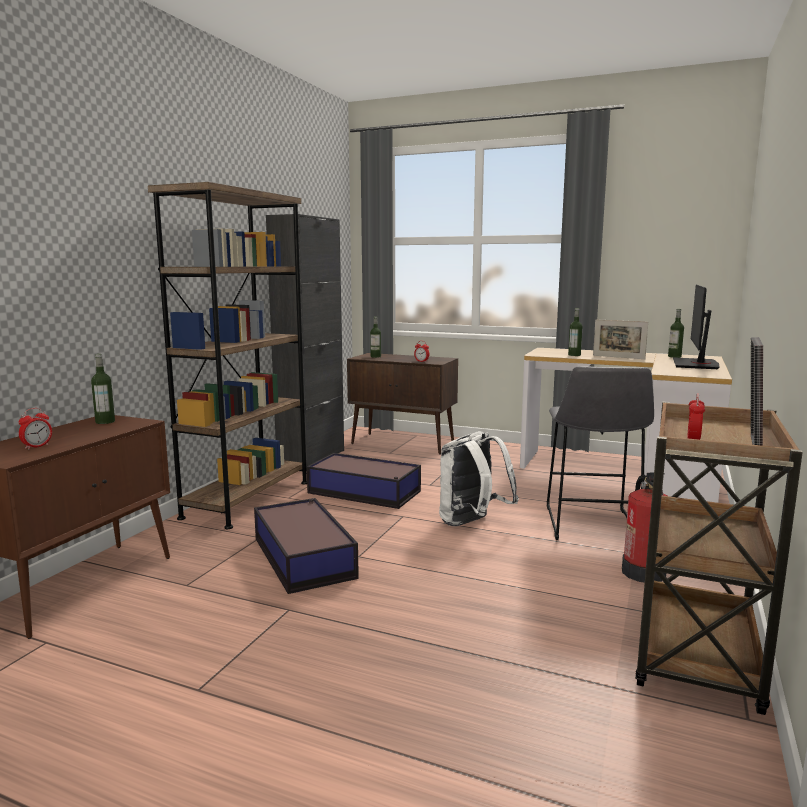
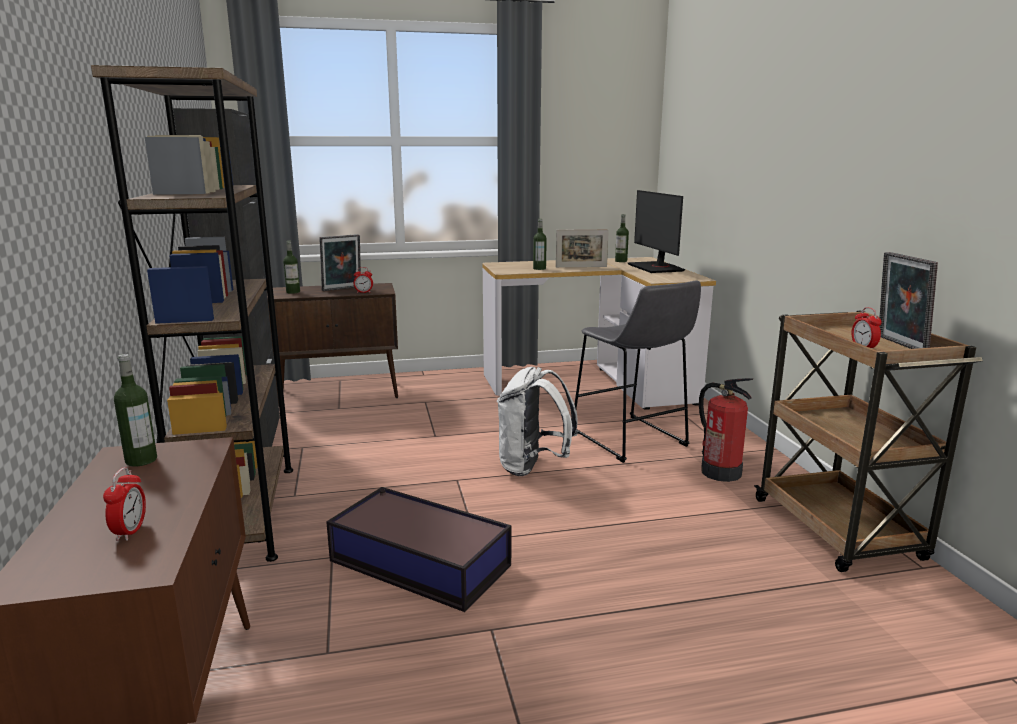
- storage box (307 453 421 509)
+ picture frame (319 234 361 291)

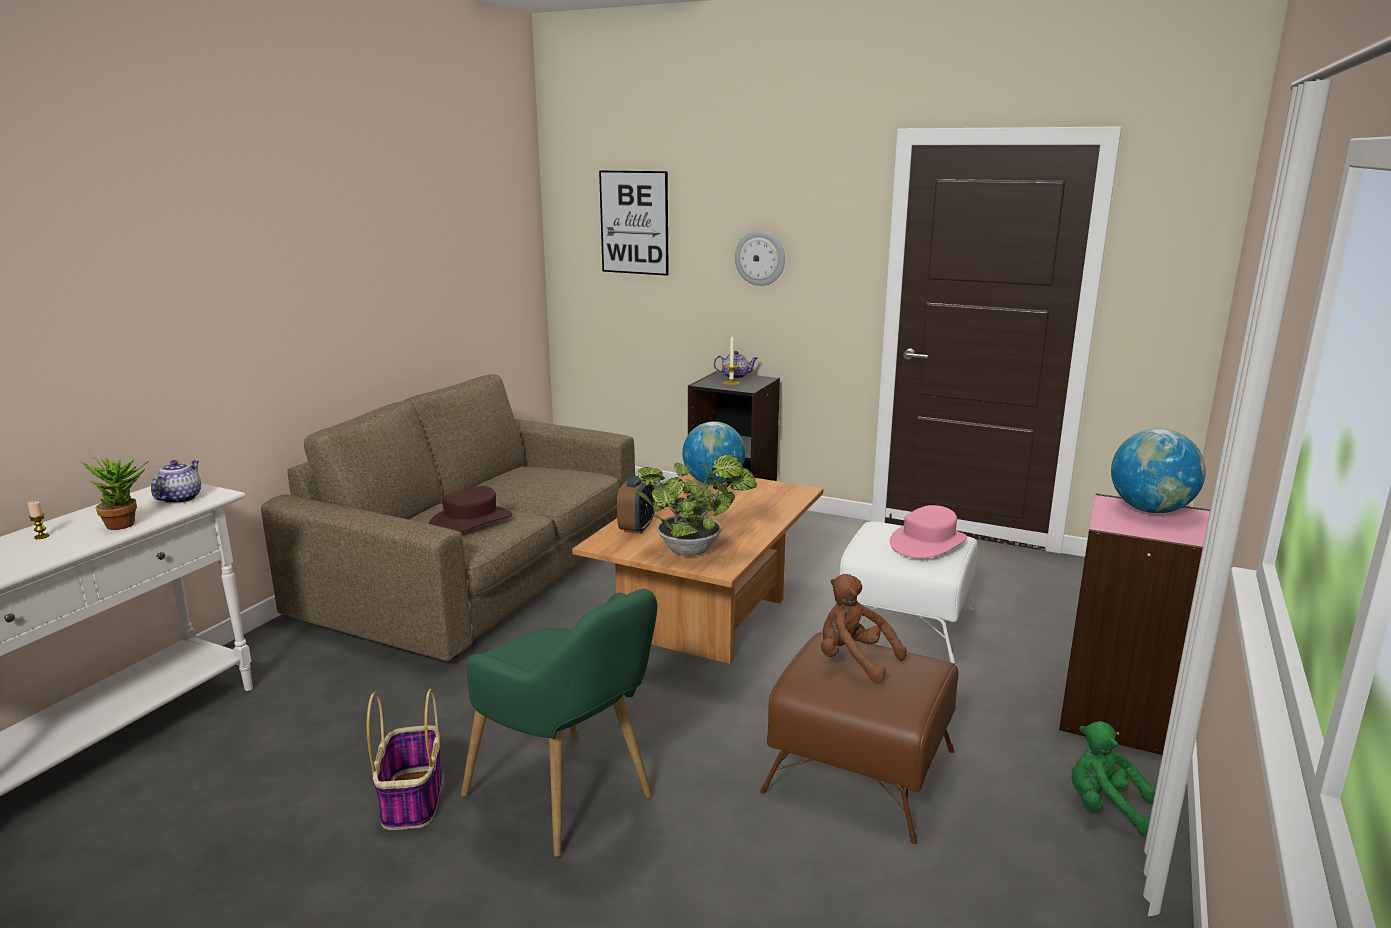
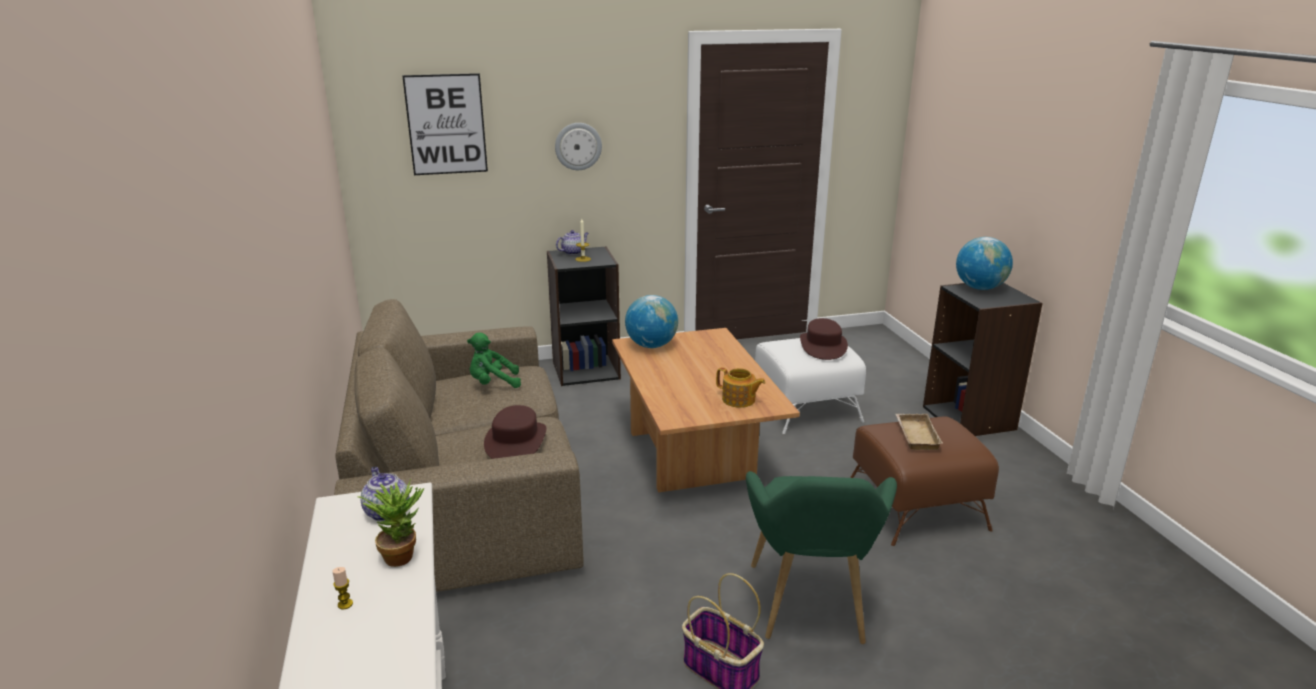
- alarm clock (617 476 655 534)
~ green plush toy (1071 721 1156 835) to (467 332 521 388)
~ potted plant (633 454 757 556) to teapot (716 367 765 408)
~ brown plush toy (821 574 907 682) to beige tray (896 414 943 450)
~ pink hat (890 505 967 558) to brown hat (800 318 848 360)
~ pink bookcase (1059 494 1210 755) to black bookcase (923 283 1043 436)
~ green armchair (461 589 658 857) = (746 471 897 644) 90 degrees clockwise

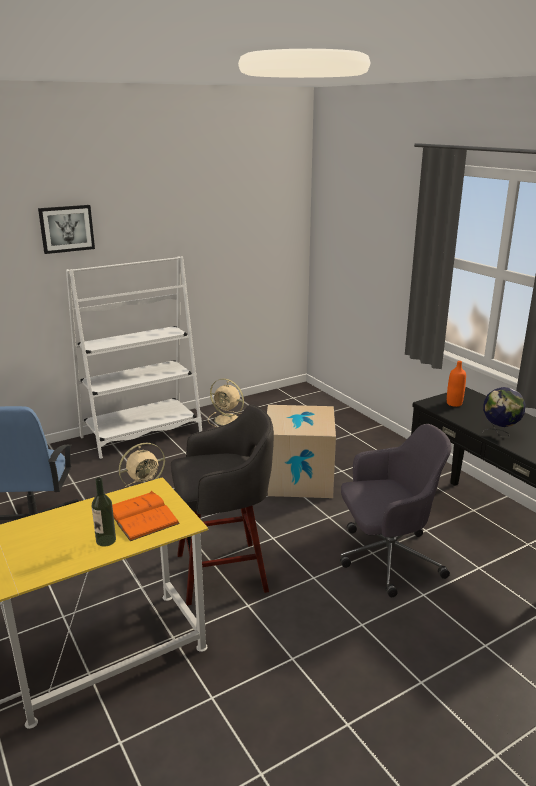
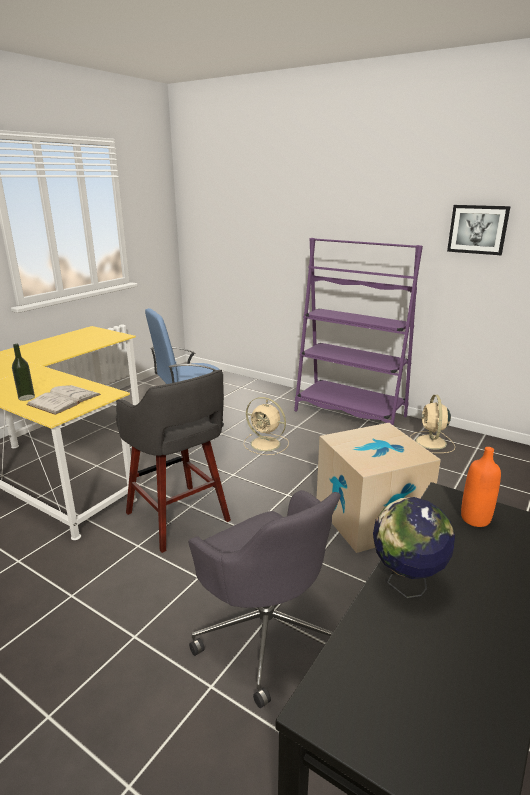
~ picture (38 205 95 254) to (447 205 511 255)
~ white bookcase (66 256 202 459) to purple bookcase (294 238 423 426)
~ orange book (112 491 180 541) to white book (26 385 101 415)

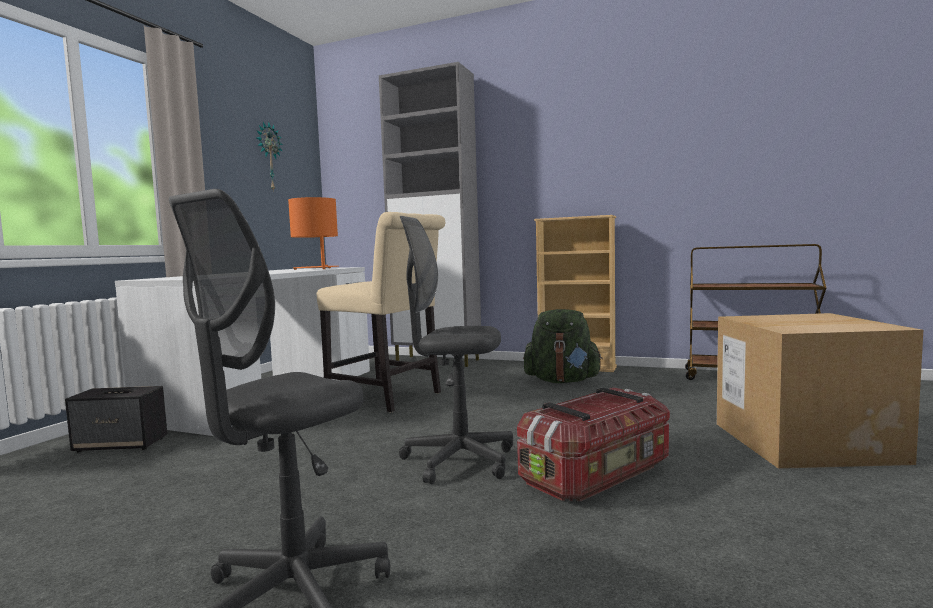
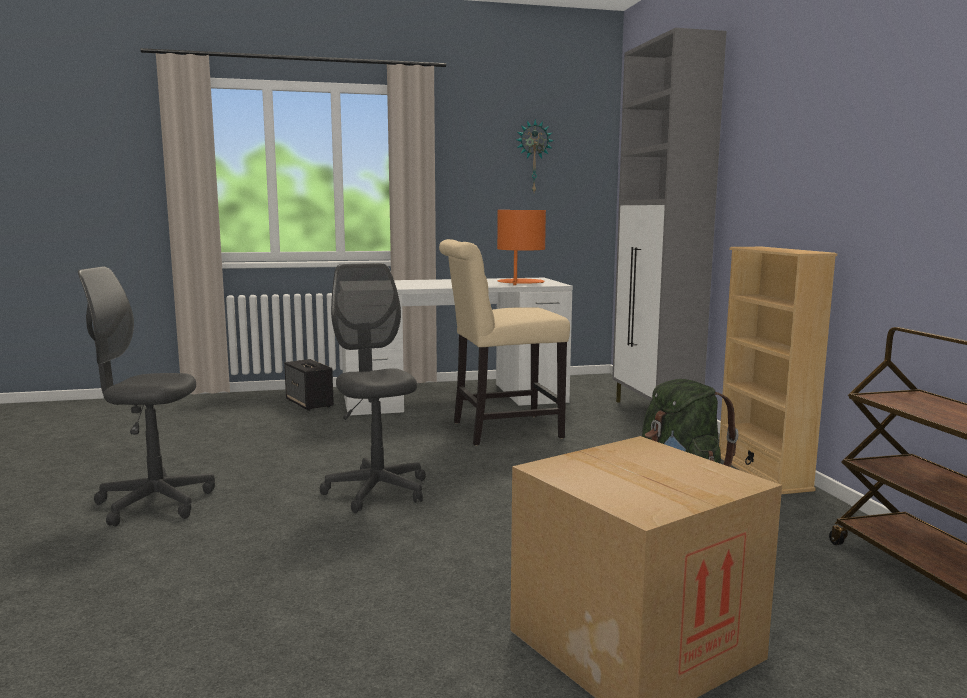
- storage box (517 388 670 502)
~ beige chair (317 212 445 413) = (439 239 570 446) 75 degrees clockwise

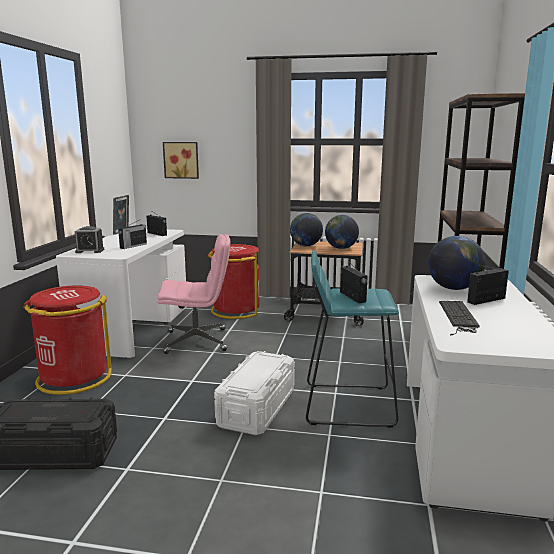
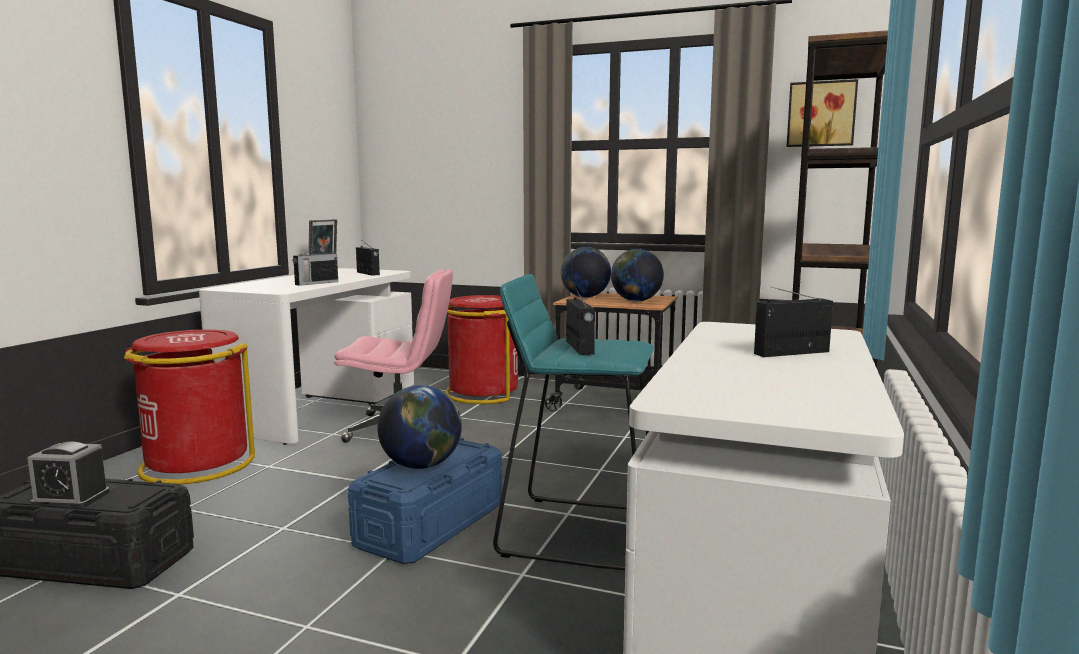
- keyboard (439 301 480 336)
~ alarm clock (75 226 104 253) to (27 442 110 508)
~ picture (163 142 199 179) to (787 79 858 147)
~ globe (428 236 486 290) to (377 385 462 469)
~ white storage box (214 351 295 435) to blue storage box (348 438 503 564)

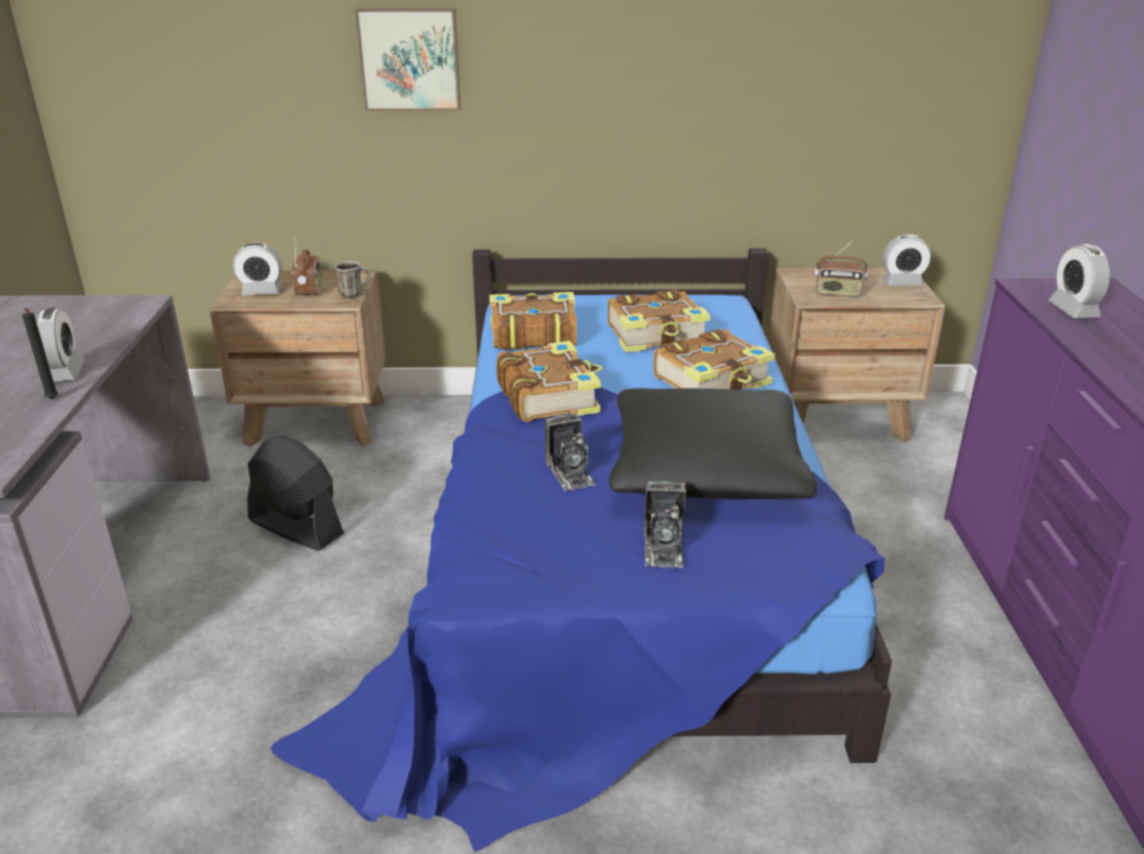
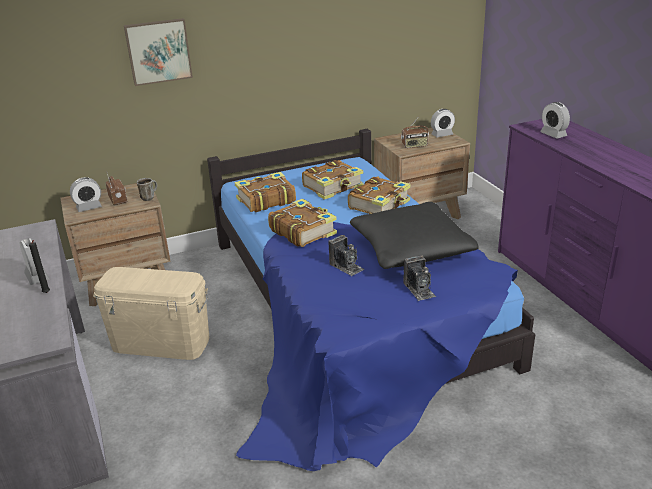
~ black fan (247 435 344 551) to beige storage box (93 267 209 360)

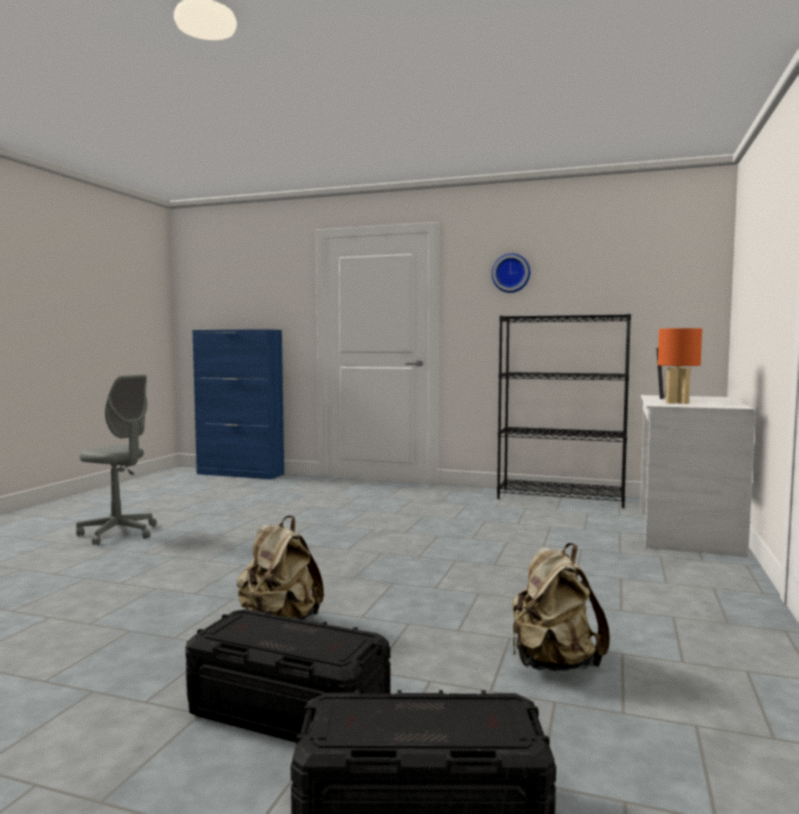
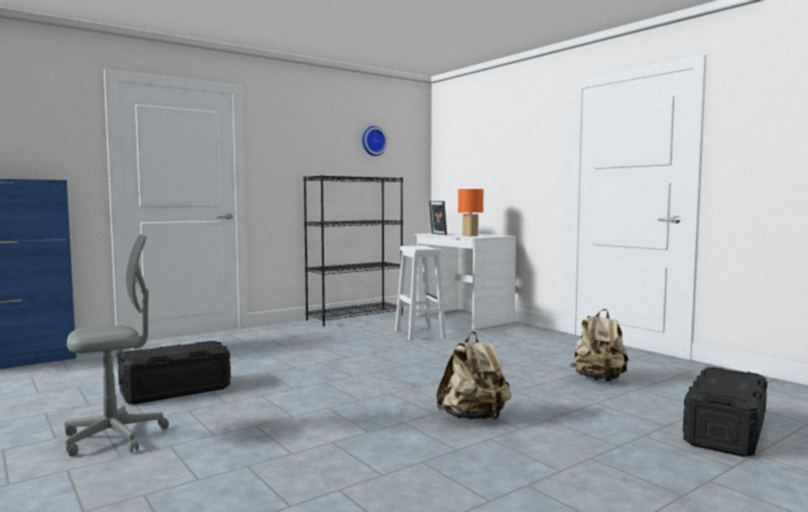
+ white stool (395 246 446 341)
~ black storage box (185 609 390 743) to (118 341 231 404)
~ wall clock (492 253 530 293) to (362 126 387 156)

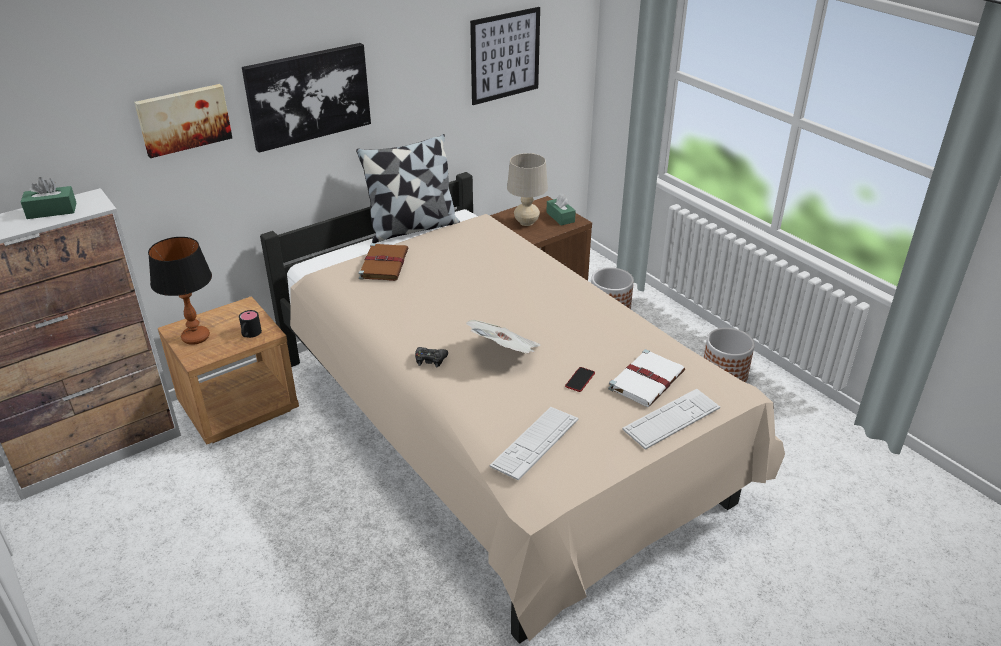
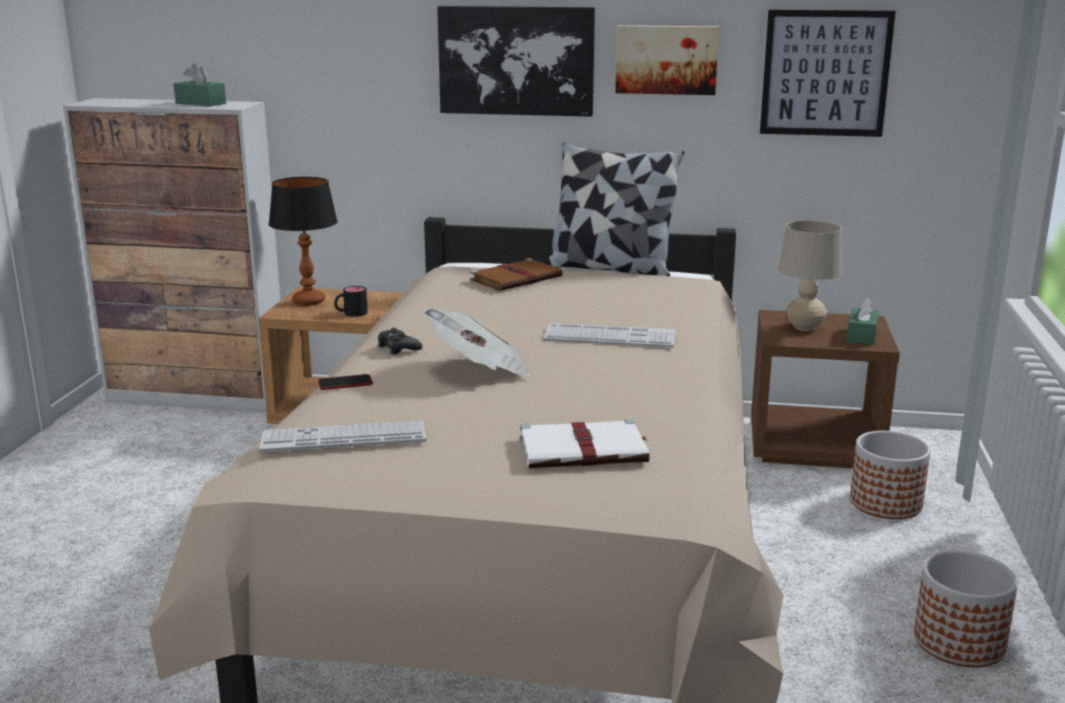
~ picture (134 84 232 158) to (615 25 719 95)
~ phone (565 367 595 392) to (318 374 373 390)
~ keyboard (622 389 720 450) to (544 323 676 348)

